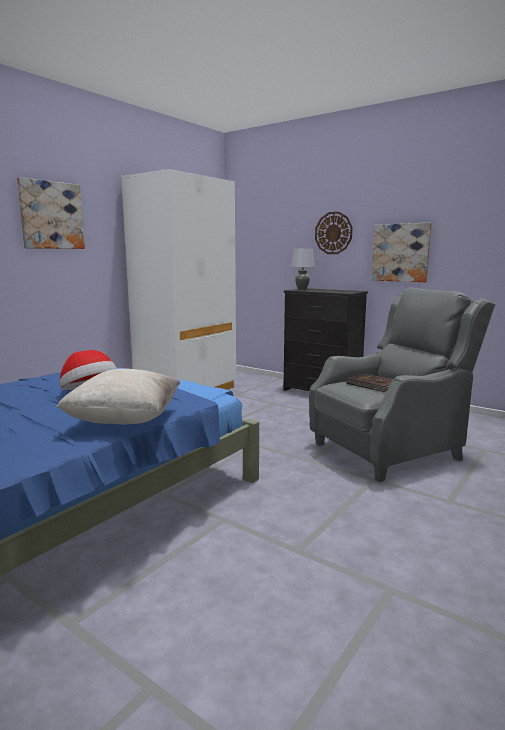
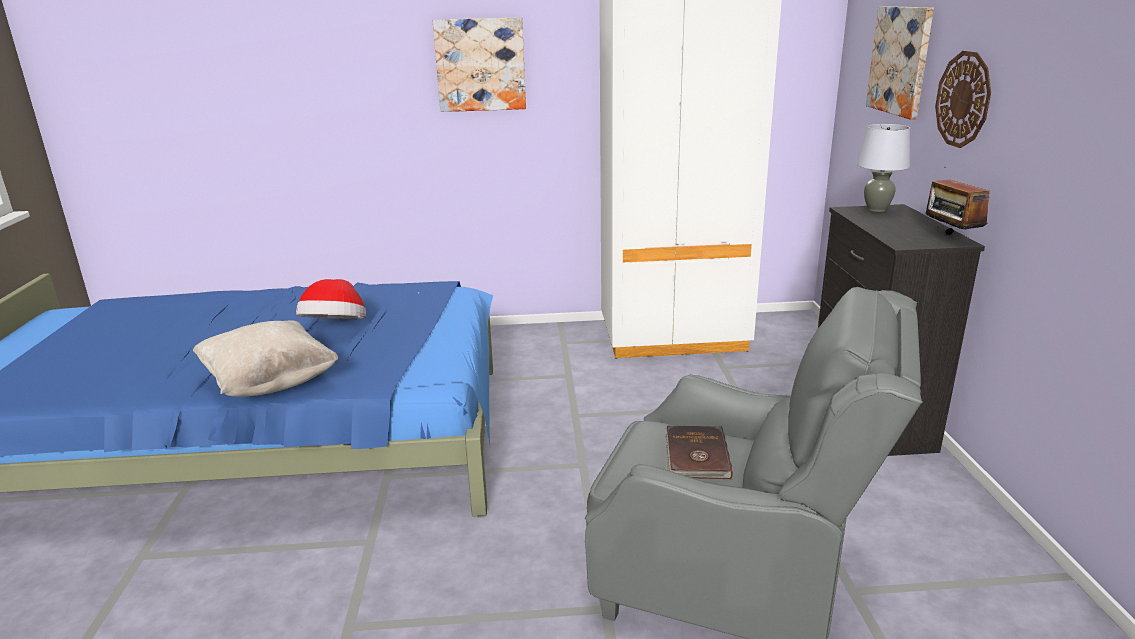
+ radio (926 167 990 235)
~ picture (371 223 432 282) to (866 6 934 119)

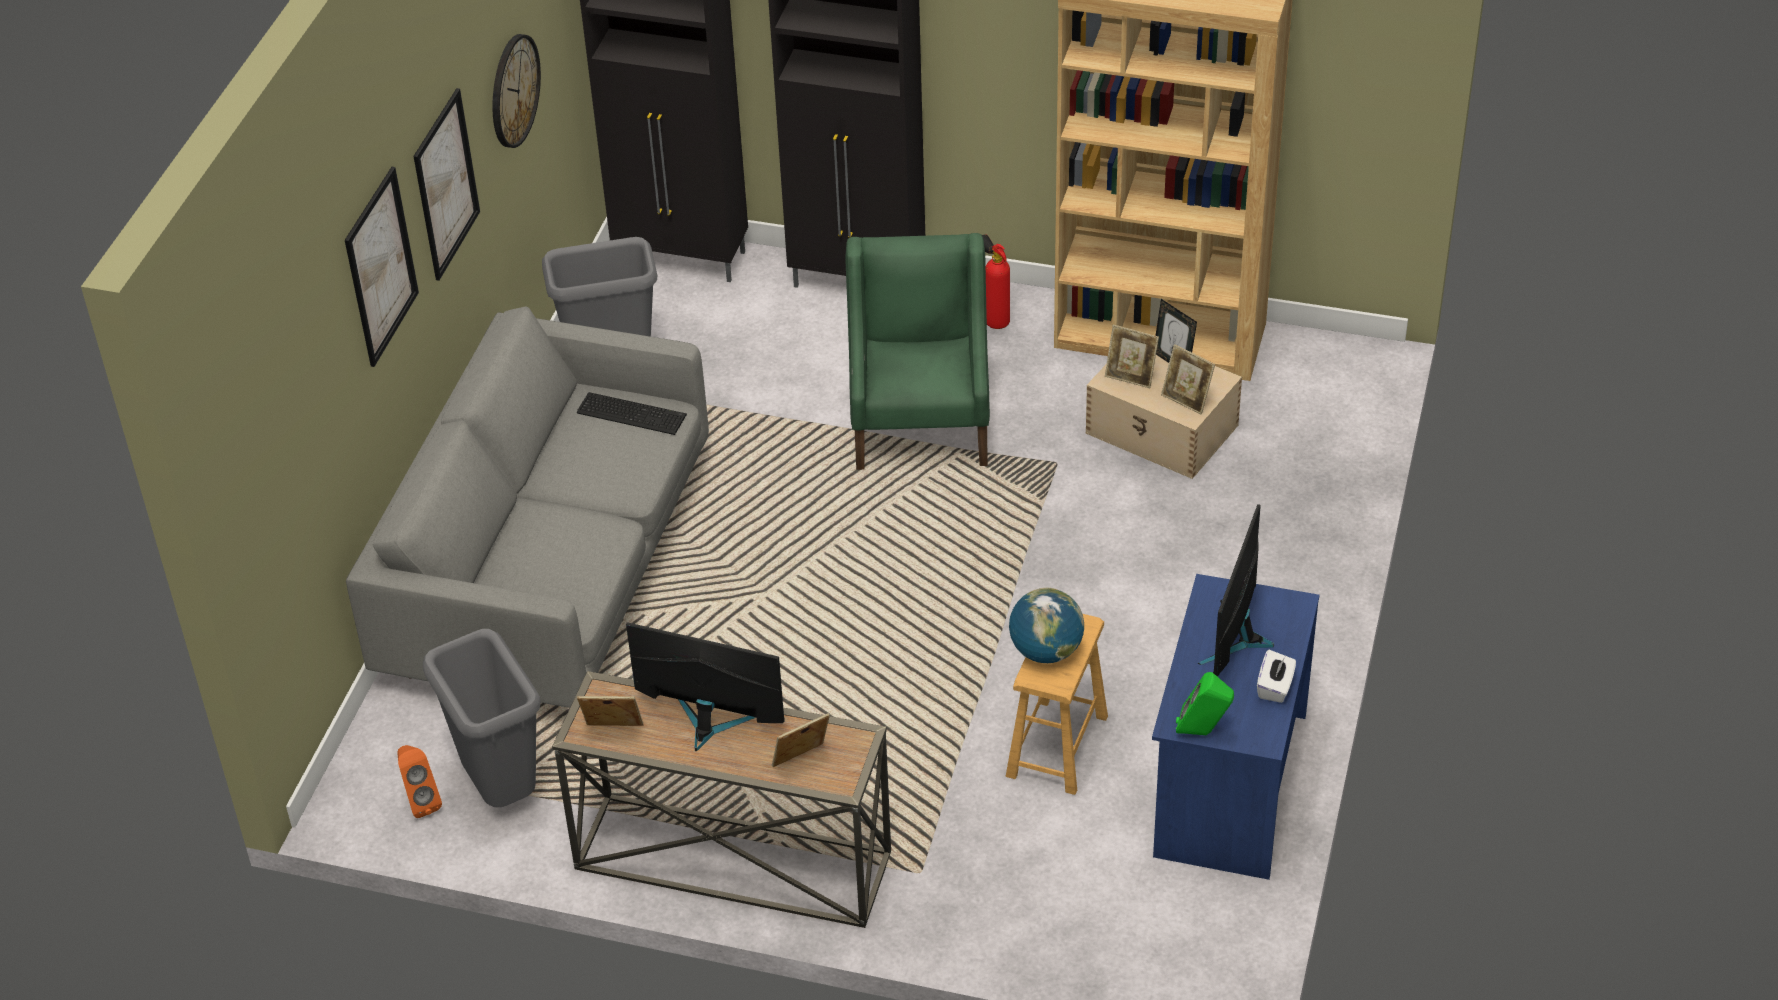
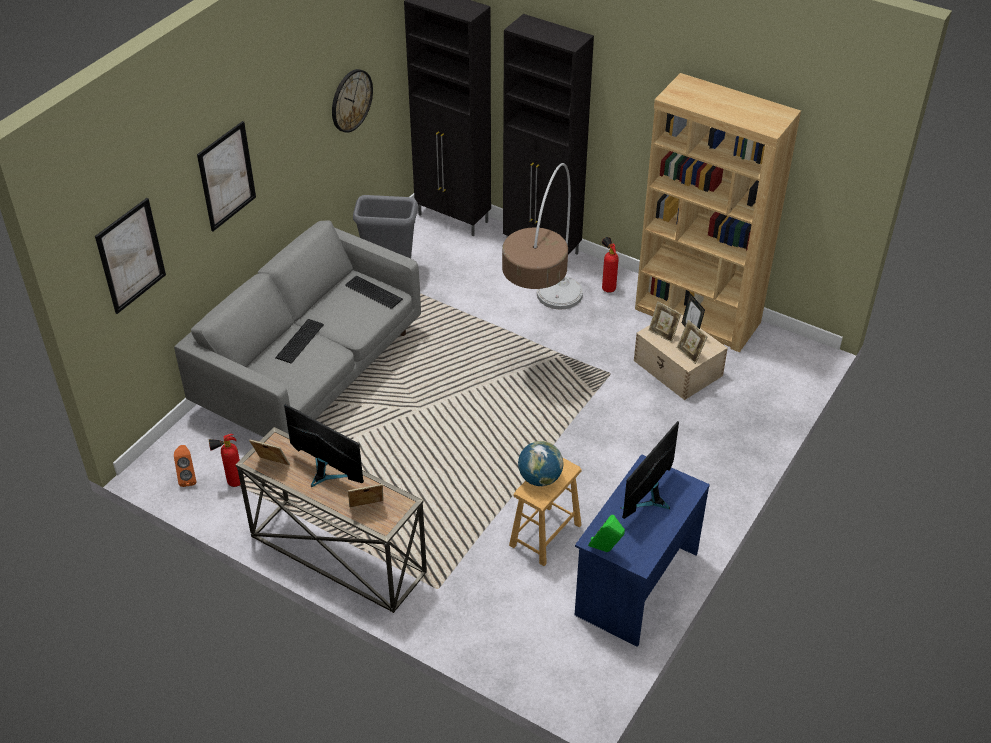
- white tissue box (1257 650 1296 703)
+ keyboard (275 319 324 364)
~ picture (413 88 480 281) to (95 198 166 314)
~ grey trash can (423 629 541 807) to fire extinguisher (209 434 241 487)
~ green armchair (845 233 990 470) to floor lamp (502 163 583 310)

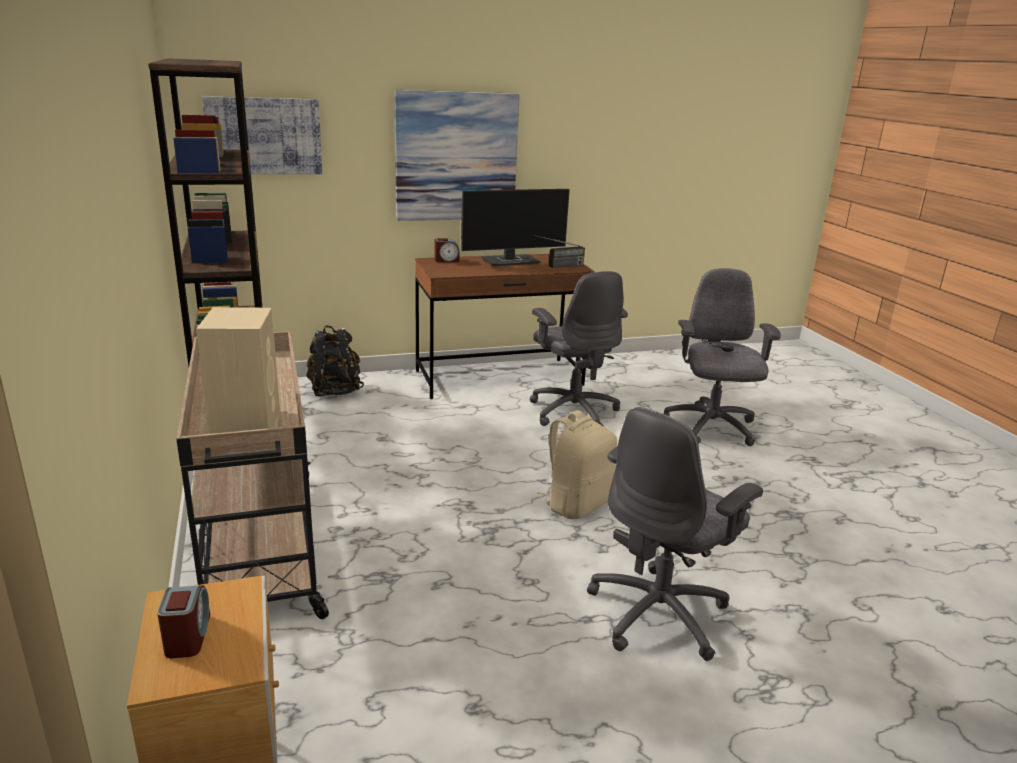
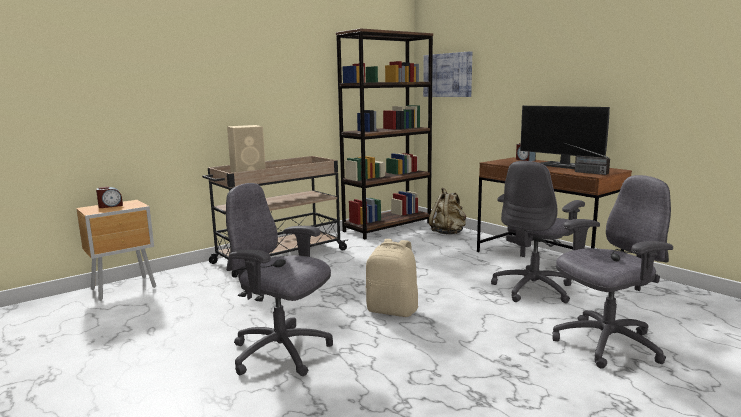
- picture (394 90 520 221)
~ black backpack (306 325 364 397) to beige backpack (429 188 466 234)

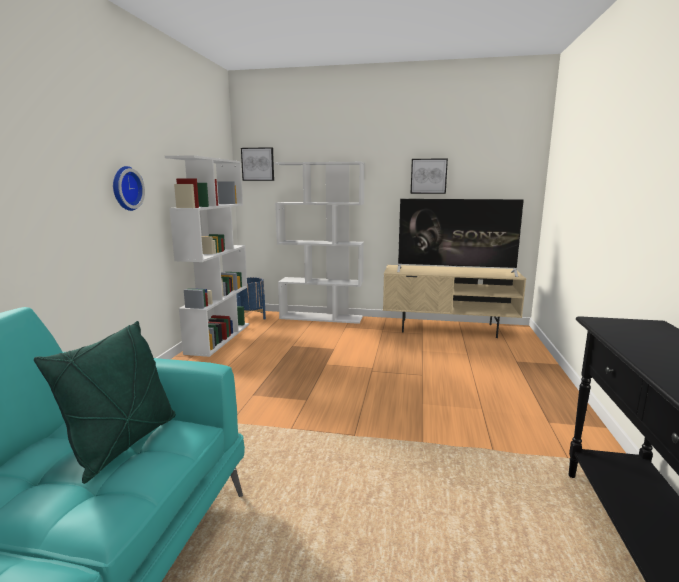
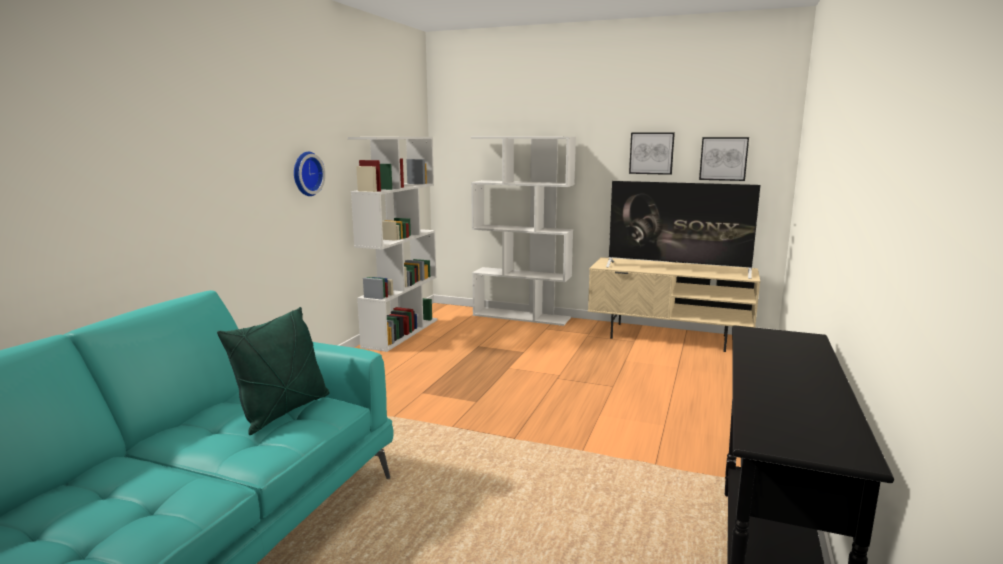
- blue planter (236 277 266 320)
~ picture (241 147 274 181) to (699 137 749 181)

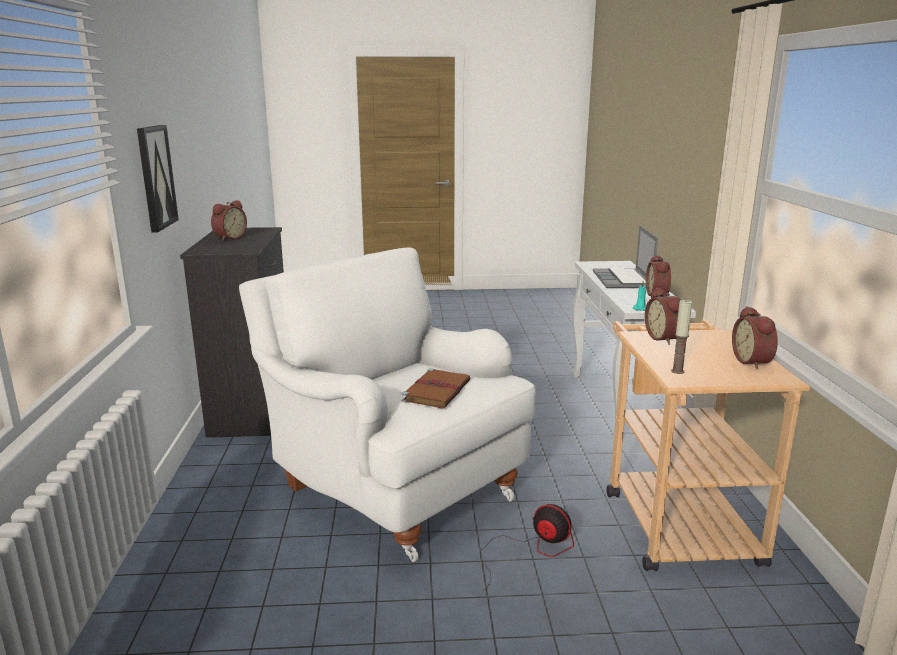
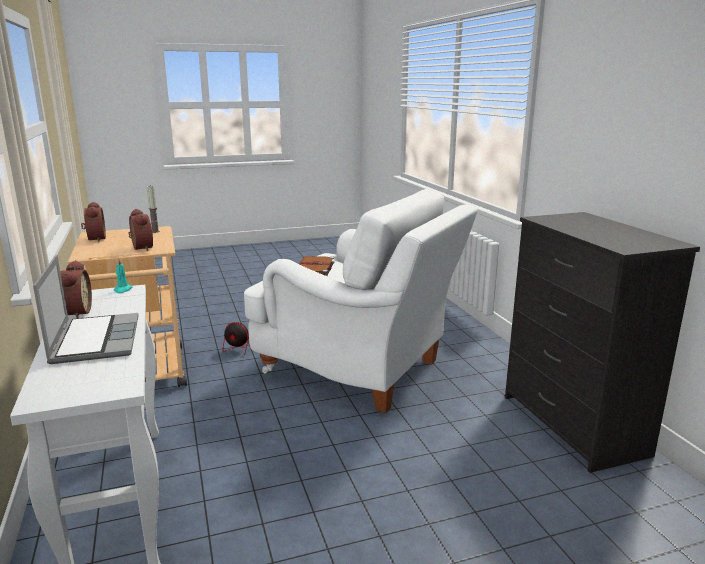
- picture (137 125 179 233)
- alarm clock (211 200 247 241)

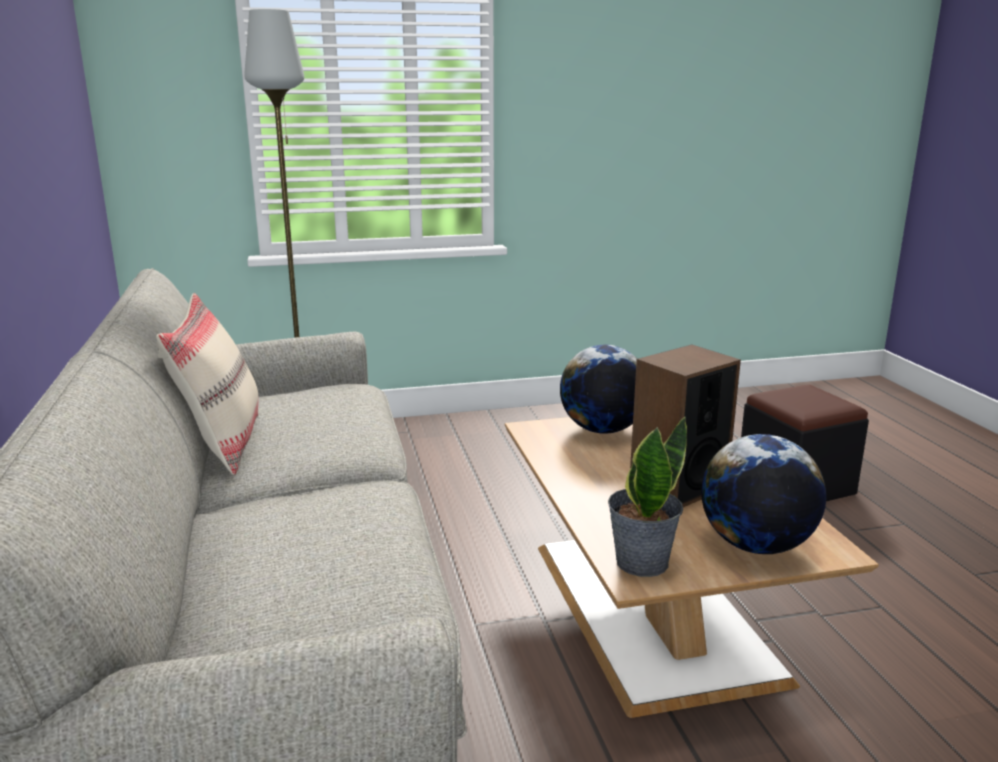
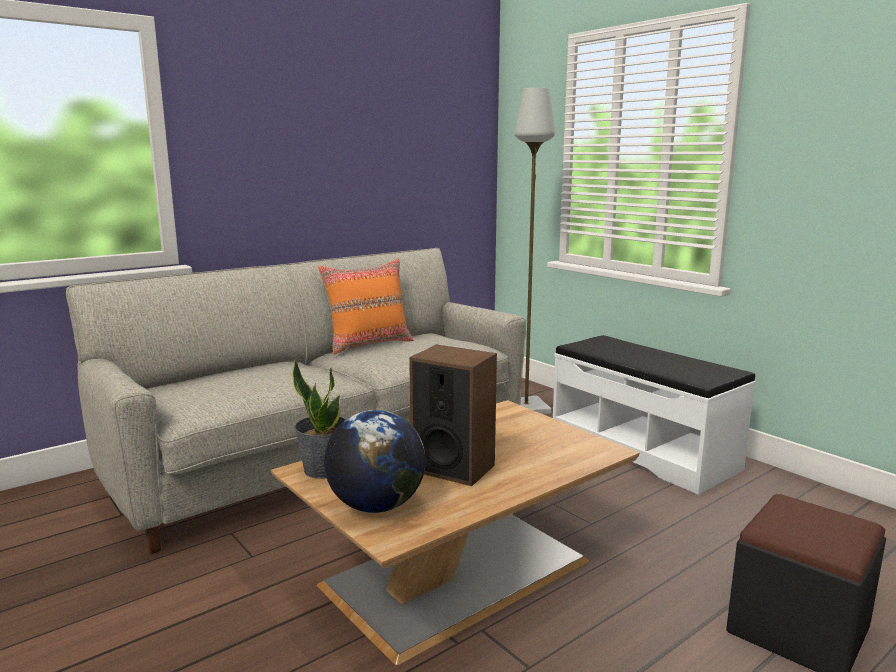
- globe (560 345 637 434)
+ white bench (553 335 756 495)
~ beige pillow (156 293 258 475) to orange pillow (318 258 414 354)

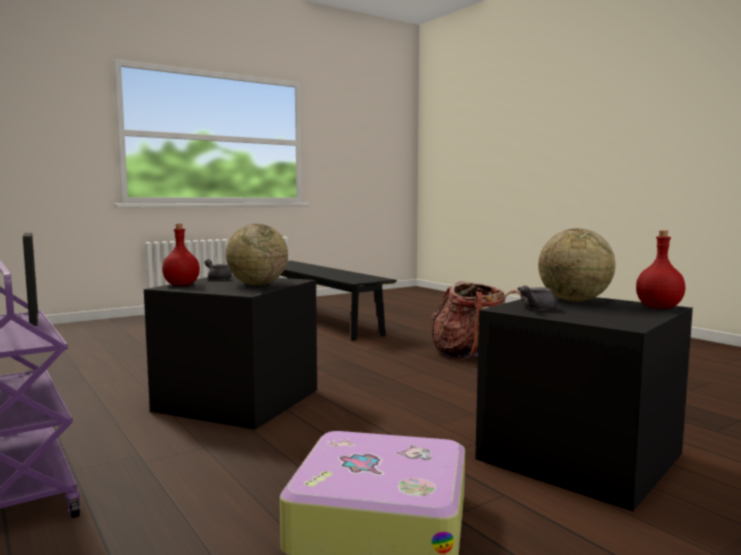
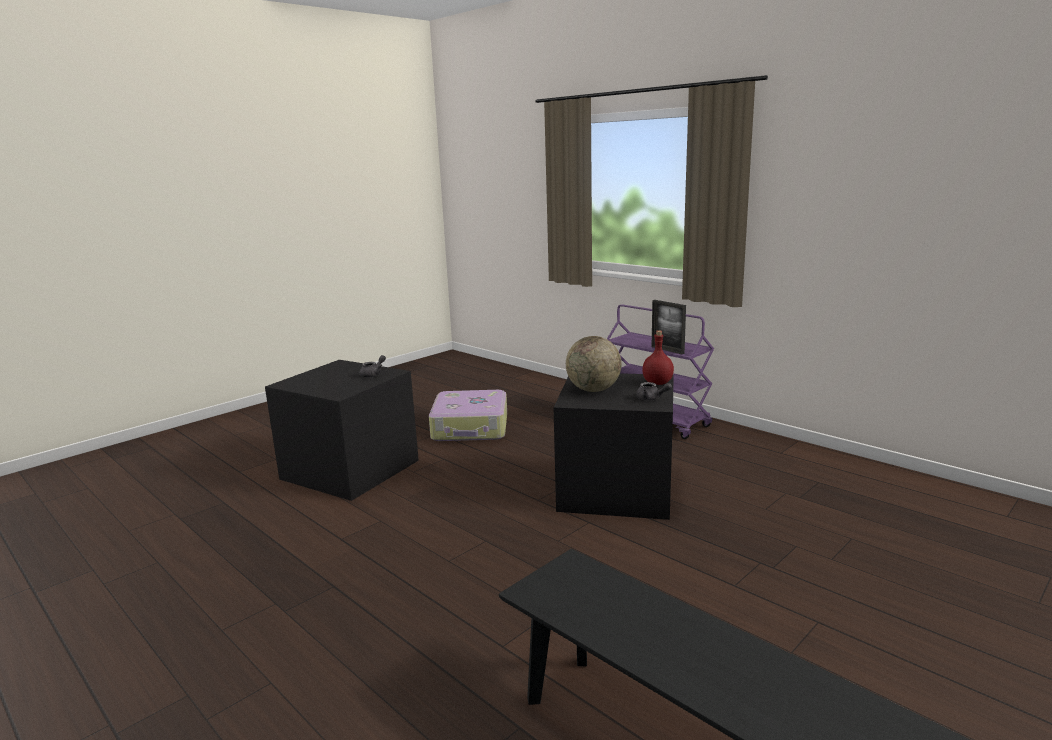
- backpack (432 281 521 361)
- globe (538 228 616 302)
- red bottle (636 230 685 309)

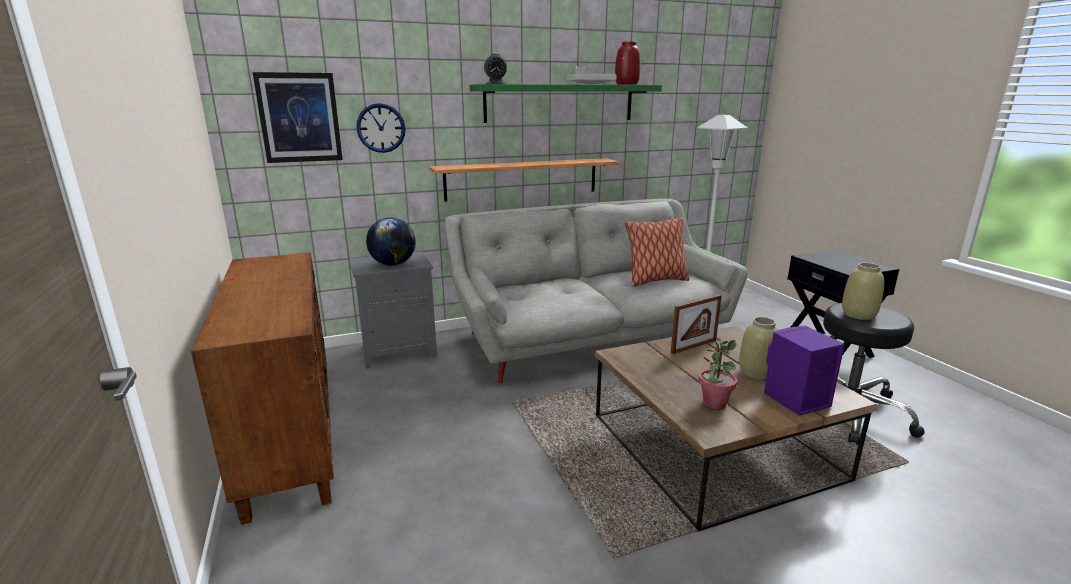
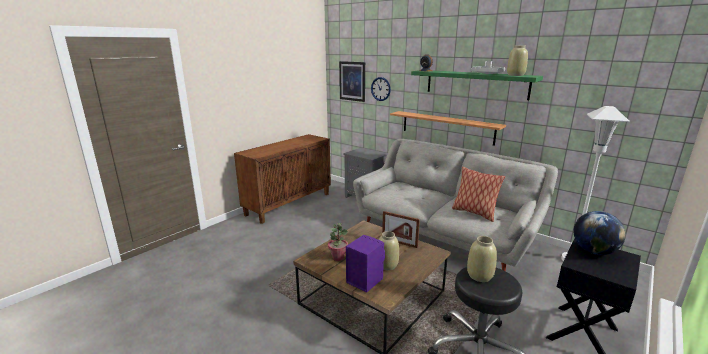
~ globe (366 217 416 266) to (573 211 626 255)
~ red vase (615 42 641 85) to beige vase (507 46 528 76)

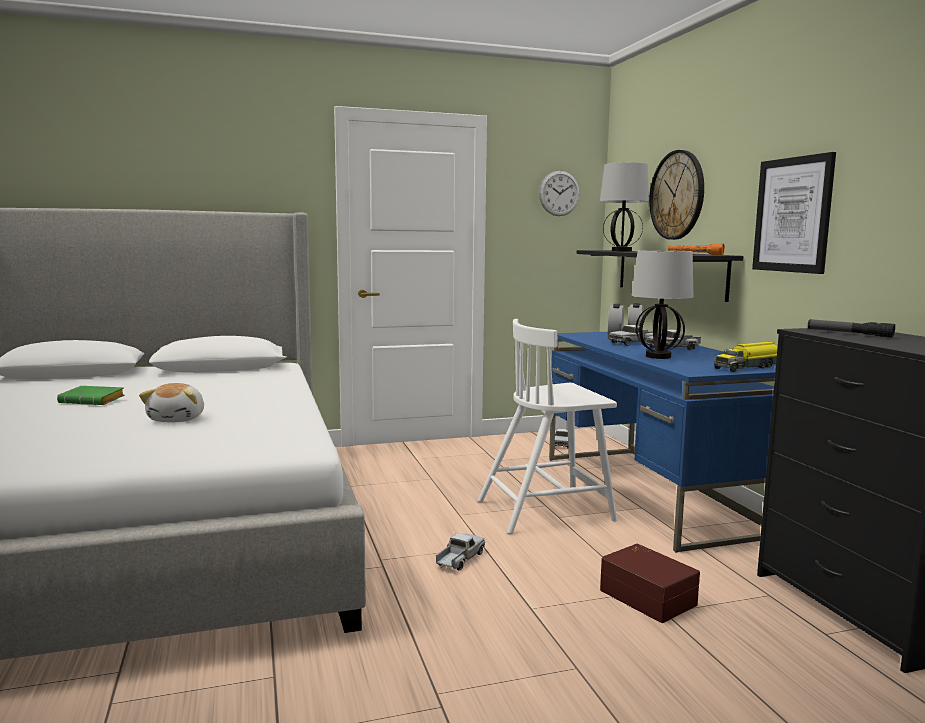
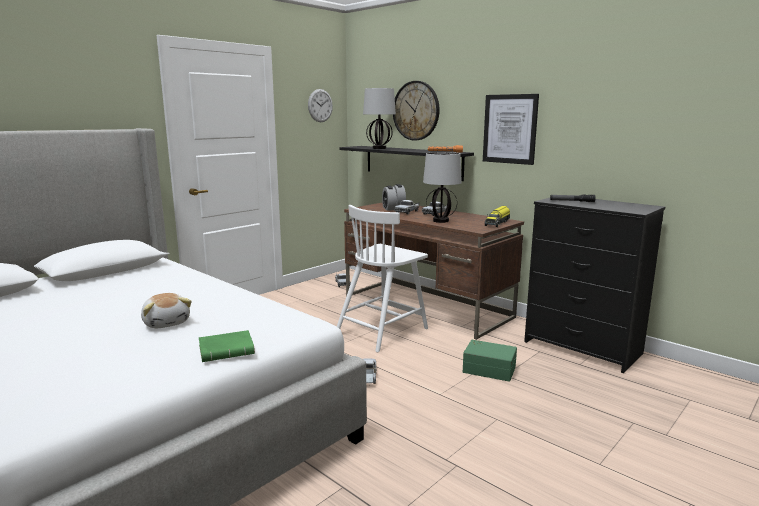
~ green book (57 386 125 405) to (199 330 255 362)
~ blue desk (549 332 776 553) to brown desk (344 203 524 340)
~ brown storage box (600 544 700 623) to green storage box (463 340 517 382)

